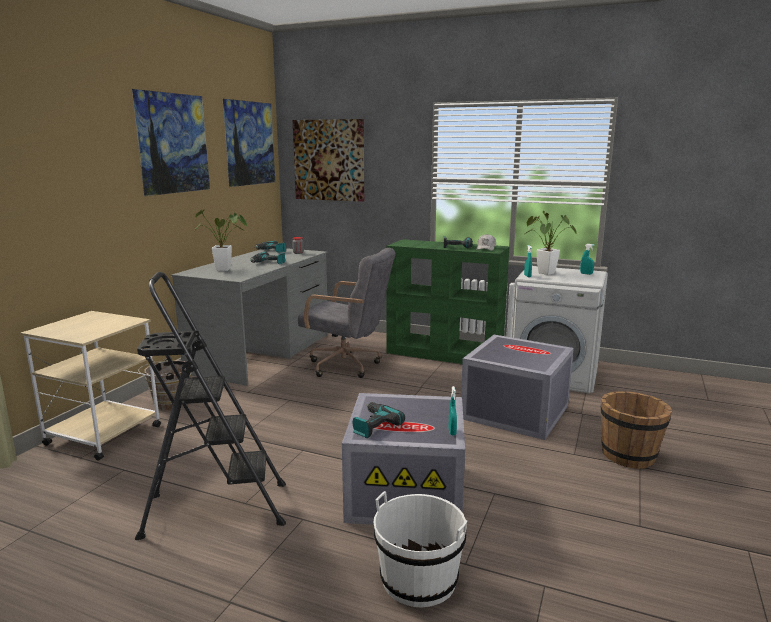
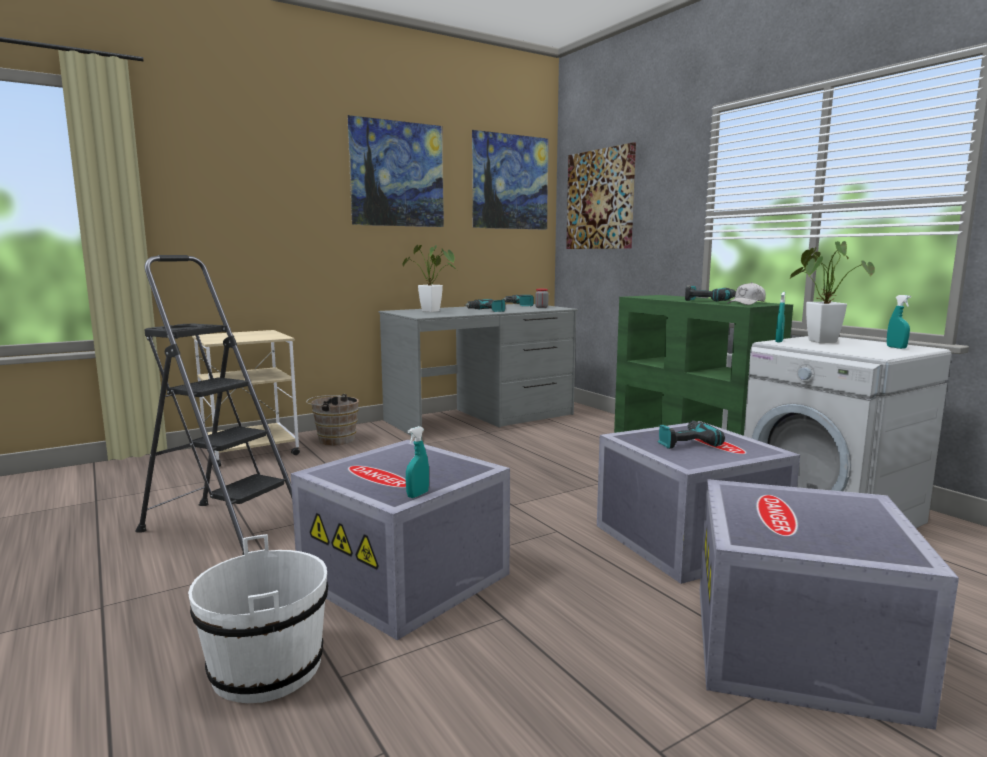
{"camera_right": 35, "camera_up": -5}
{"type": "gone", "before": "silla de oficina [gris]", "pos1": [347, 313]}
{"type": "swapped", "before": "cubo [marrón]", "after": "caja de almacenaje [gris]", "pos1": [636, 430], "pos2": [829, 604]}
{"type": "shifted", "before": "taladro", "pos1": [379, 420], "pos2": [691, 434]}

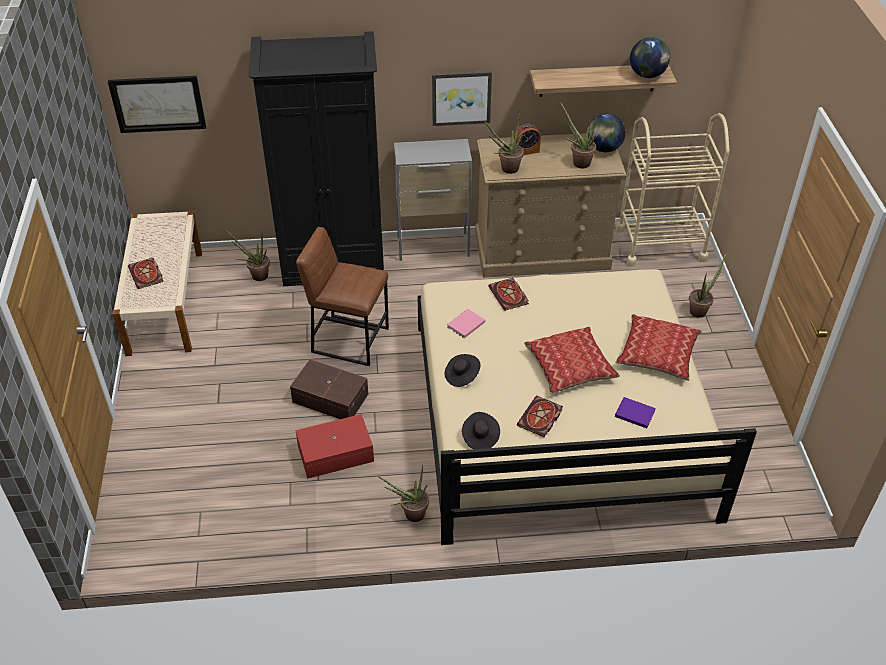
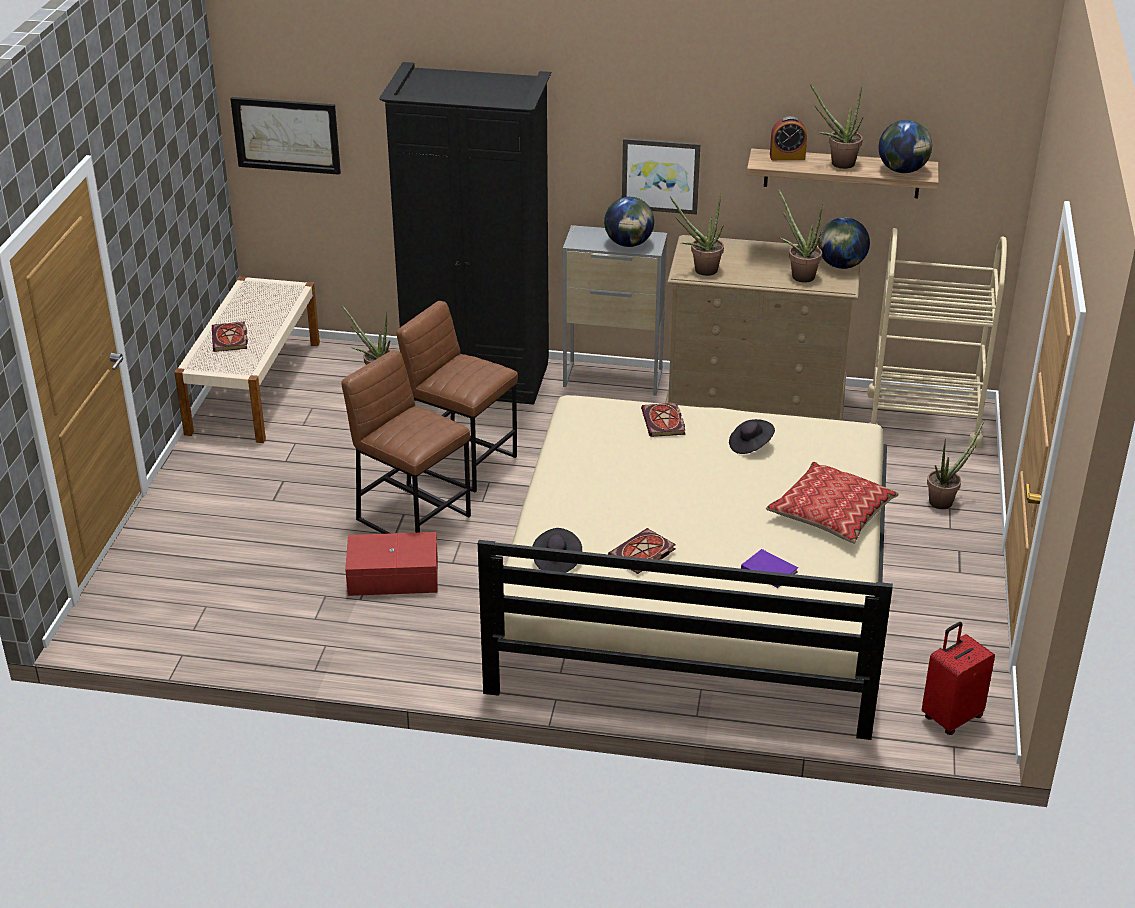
{"camera_right": 15, "camera_up": -10}
{"type": "shifted", "before": "despertador", "pos1": [527, 139], "pos2": [788, 138]}
{"type": "gone", "before": "libro [rosa]", "pos1": [466, 323]}
{"type": "gone", "before": "cojín", "pos1": [572, 360]}
{"type": "shifted", "before": "sombrero [negro]", "pos1": [462, 370], "pos2": [752, 436]}
{"type": "swapped", "before": "caja de almacenaje [marrón]", "after": "silla [marrón]", "pos1": [329, 389], "pos2": [406, 442]}
{"type": "shifted", "before": "planta en maceta", "pos1": [403, 493], "pos2": [837, 126]}
{"type": "new", "after": "globo terráqueo", "pos2": [629, 222]}
{"type": "new", "after": "maleta [rojo]", "pos2": [958, 678]}

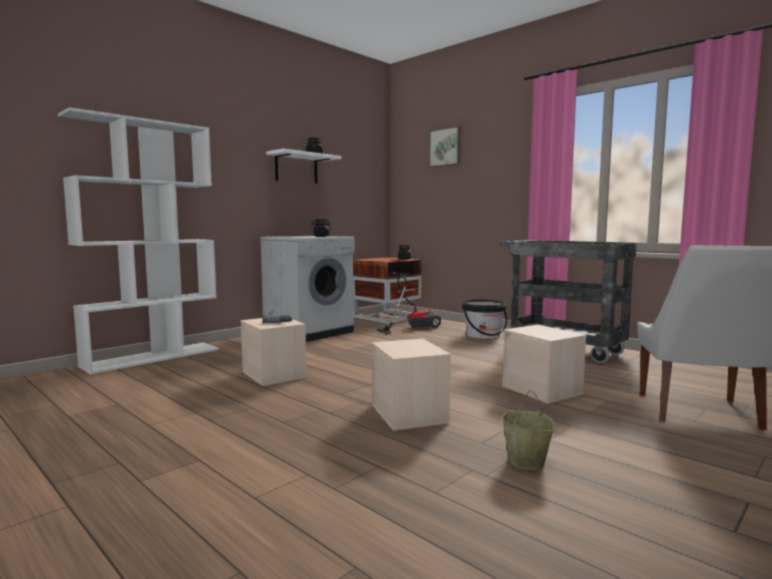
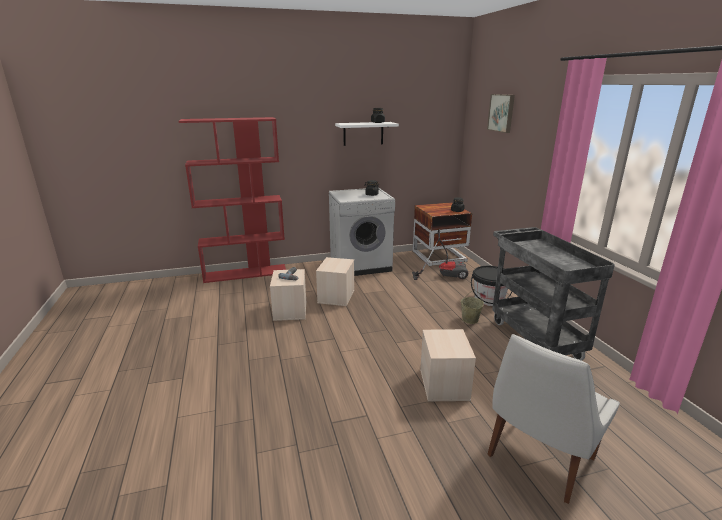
{"camera_right": 30, "camera_up": 15}
{"type": "repainted", "before": "estantería [blanco]", "after": "estantería [rojo]", "pos1": [138, 240], "pos2": [232, 200]}
{"type": "shifted", "before": "caja de almacenaje [beis]", "pos1": [411, 385], "pos2": [335, 281]}
{"type": "shifted", "before": "cubo [beis]", "pos1": [528, 430], "pos2": [472, 307]}

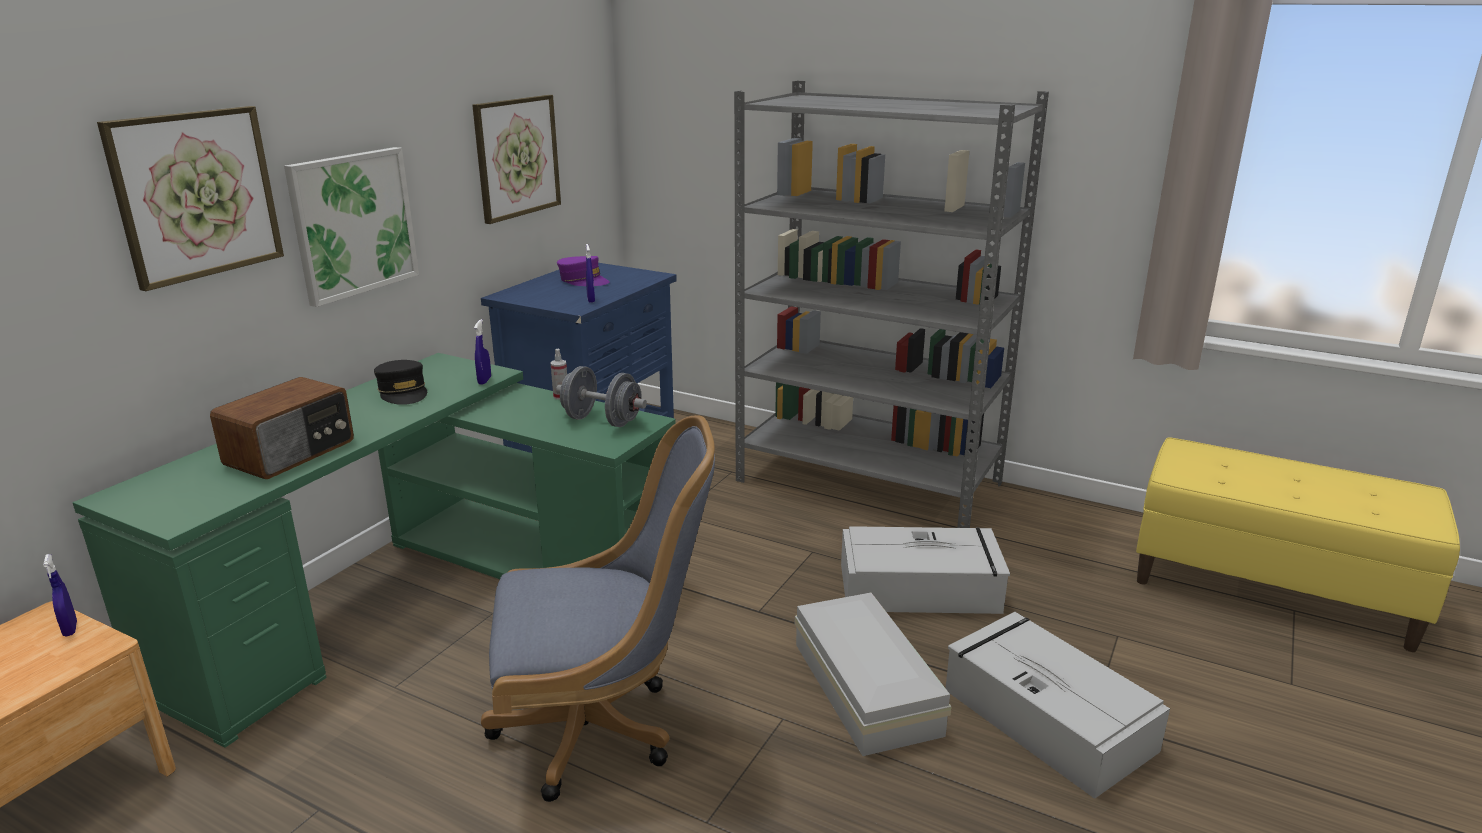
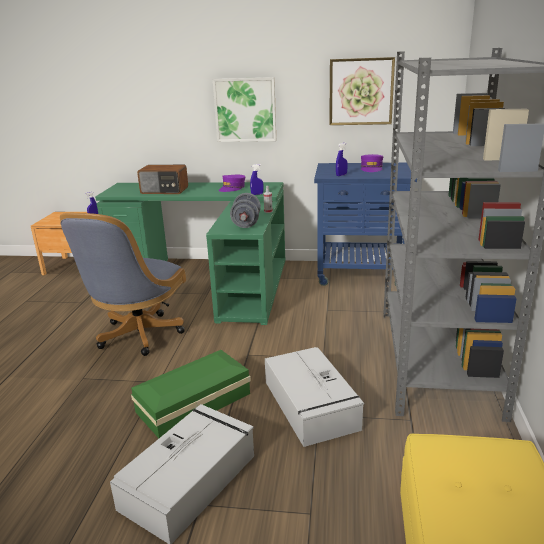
{"camera_right": 70, "camera_up": 0}
{"type": "gone", "before": "cuadro", "pos1": [190, 198]}
{"type": "repainted", "before": "gorra [negro]", "after": "gorra [morado]", "pos1": [400, 382], "pos2": [232, 183]}
{"type": "rotated", "before": "silla de oficina [azul]", "pos1": [598, 608], "pos2": [123, 284], "turn": 45}
{"type": "repainted", "before": "caja de almacenaje [blanco]", "after": "caja de almacenaje [verde]", "pos1": [873, 674], "pos2": [191, 394]}

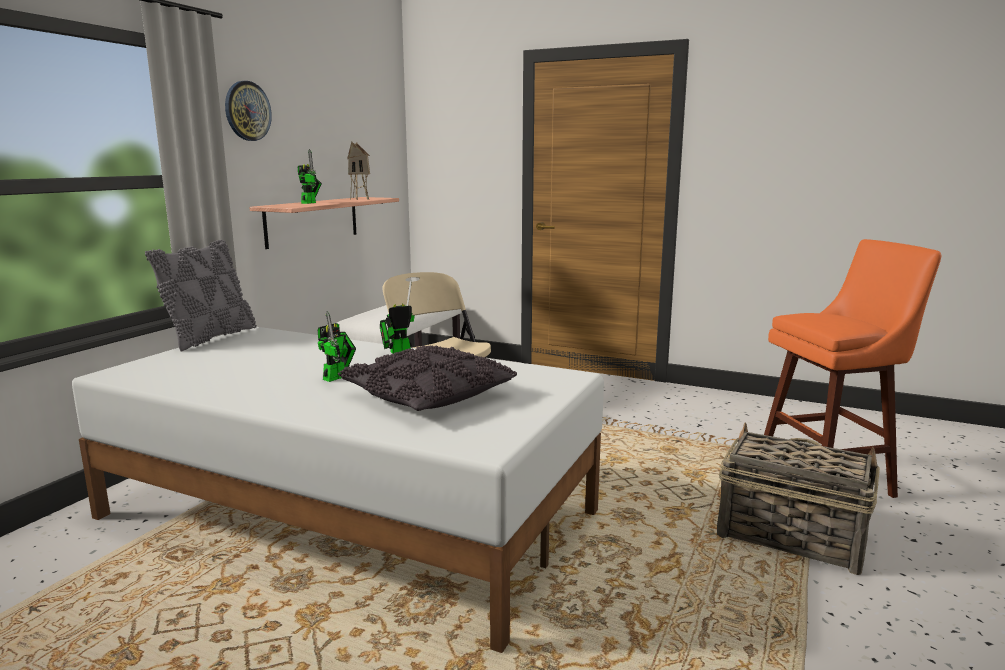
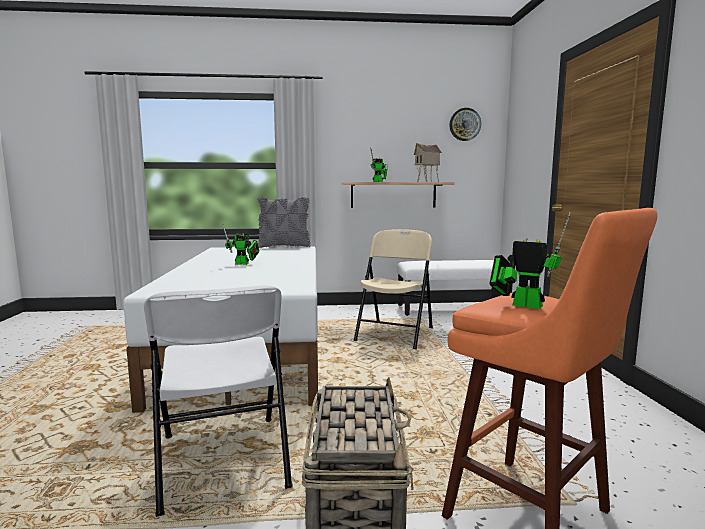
{"camera_right": 60, "camera_up": -5}
{"type": "shifted", "before": "reloj de pared", "pos1": [248, 111], "pos2": [465, 124]}
{"type": "shifted", "before": "robot de juguete", "pos1": [397, 317], "pos2": [530, 260]}
{"type": "gone", "before": "cojín [negro]", "pos1": [427, 378]}
{"type": "new", "after": "silla [blanco]", "pos2": [218, 401]}

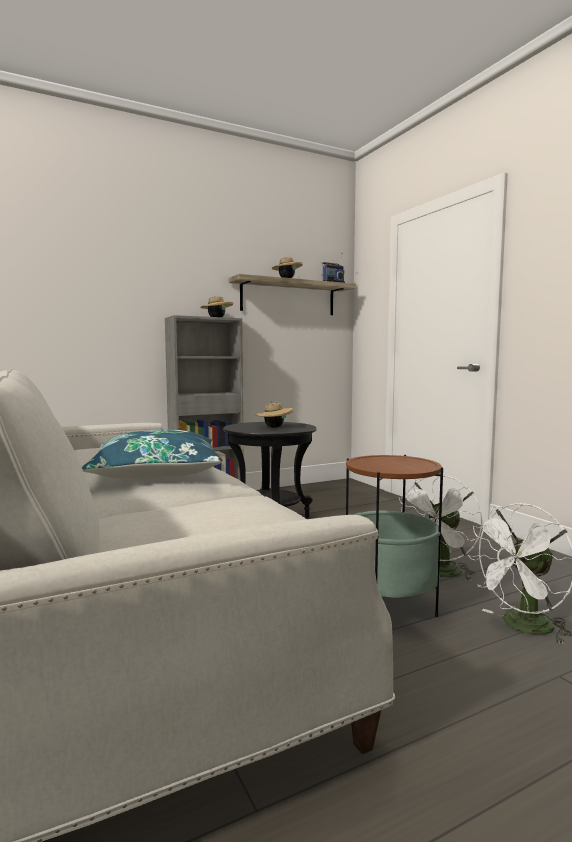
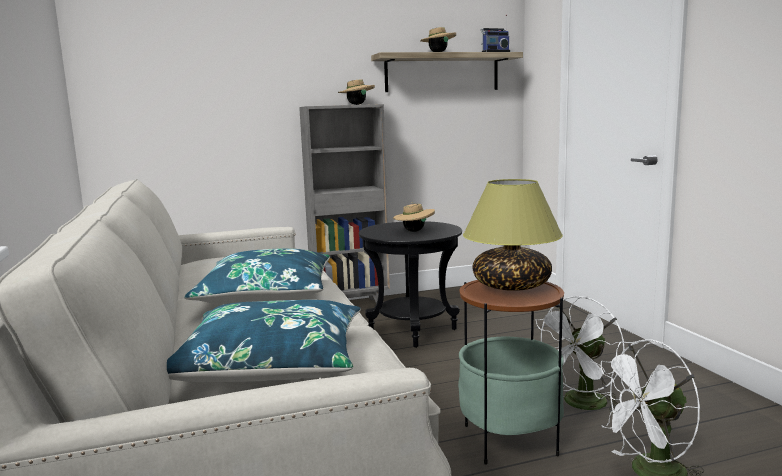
{"camera_right": 10, "camera_up": 5}
{"type": "new", "after": "lámpara de mesa", "pos2": [513, 235]}
{"type": "new", "after": "cojín [azul]", "pos2": [264, 341]}

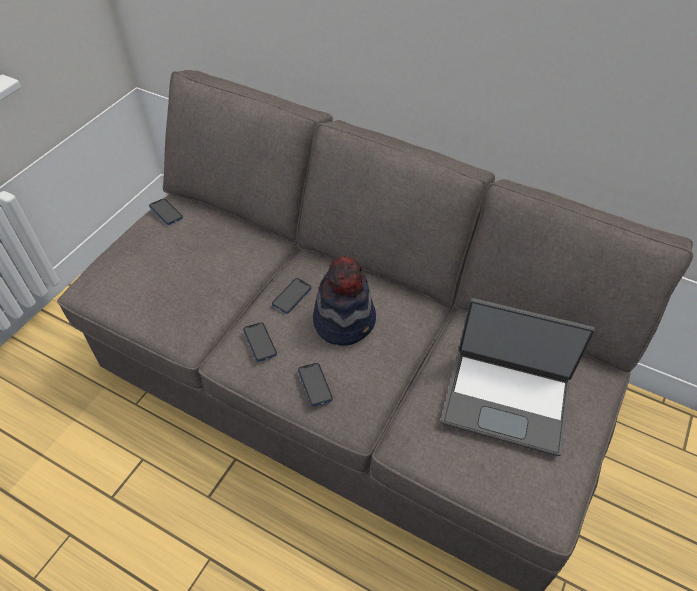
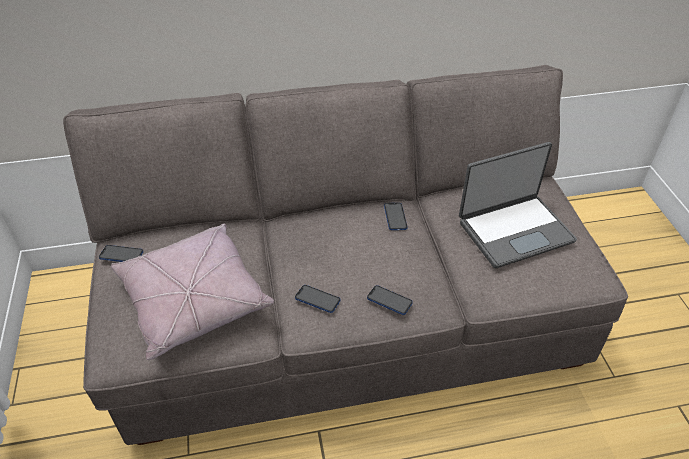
{"camera_right": -40, "camera_up": -5}
{"type": "gone", "before": "sombrero", "pos1": [344, 301]}
{"type": "shifted", "before": "móvil", "pos1": [291, 296], "pos2": [396, 216]}
{"type": "new", "after": "cojín [morado]", "pos2": [192, 292]}

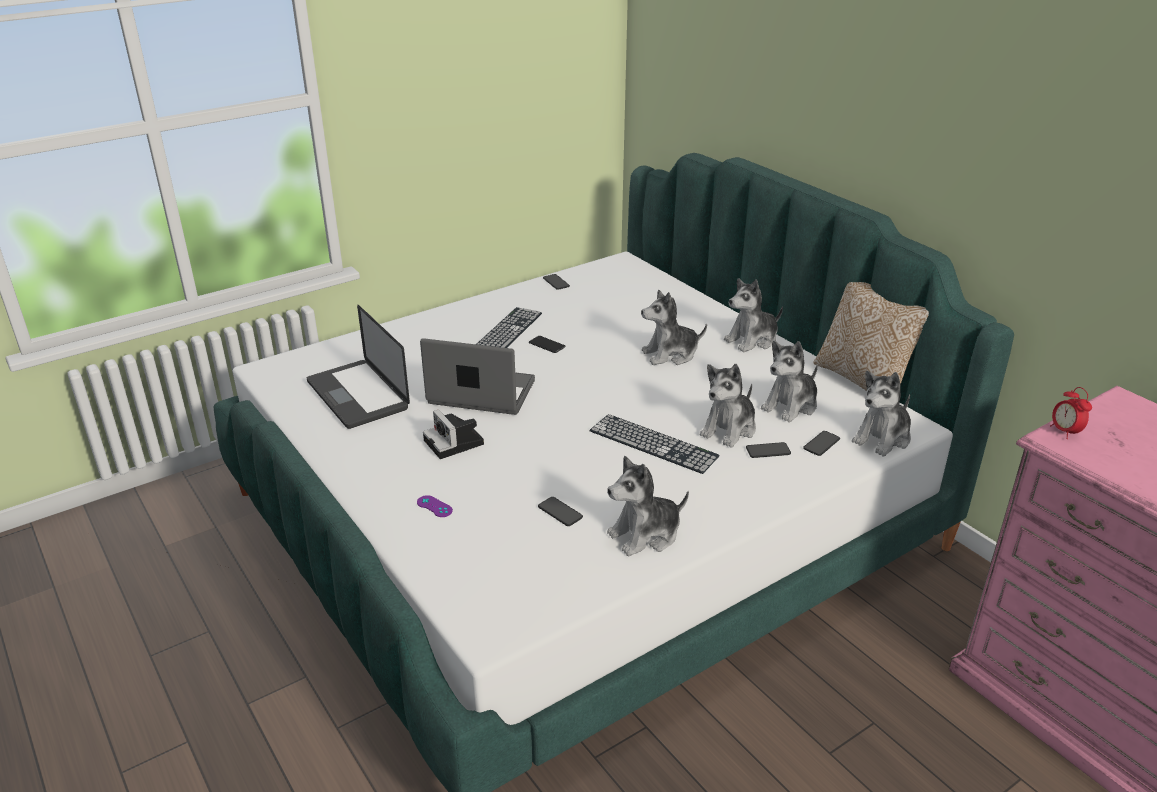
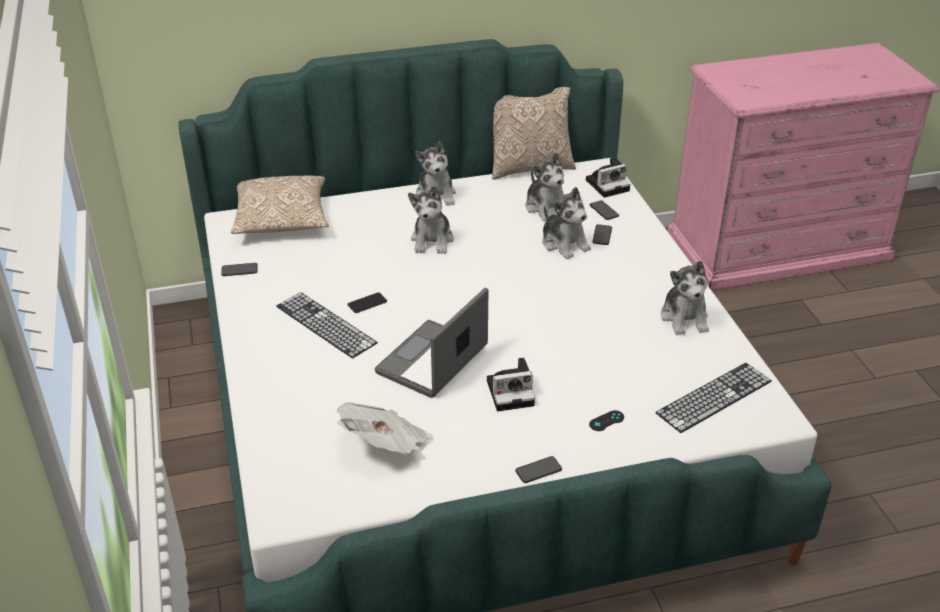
{"camera_right": -70, "camera_up": 5}
{"type": "swapped", "before": "portátil", "after": "periódico", "pos1": [358, 367], "pos2": [385, 428]}
{"type": "swapped", "before": "peluche", "after": "cámara", "pos1": [881, 414], "pos2": [608, 177]}
{"type": "gone", "before": "despertador", "pos1": [1071, 413]}
{"type": "shifted", "before": "teclado", "pos1": [654, 444], "pos2": [713, 398]}
{"type": "repainted", "before": "mando de consola [morado]", "after": "mando de consola [negro]", "pos1": [435, 506], "pos2": [606, 420]}
{"type": "shifted", "before": "móvil", "pos1": [560, 511], "pos2": [538, 469]}
{"type": "new", "after": "cojín", "pos2": [280, 204]}

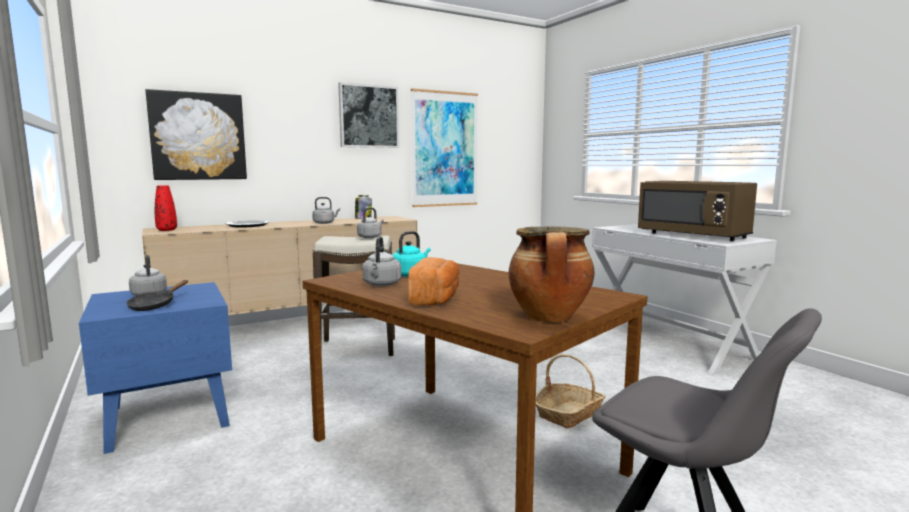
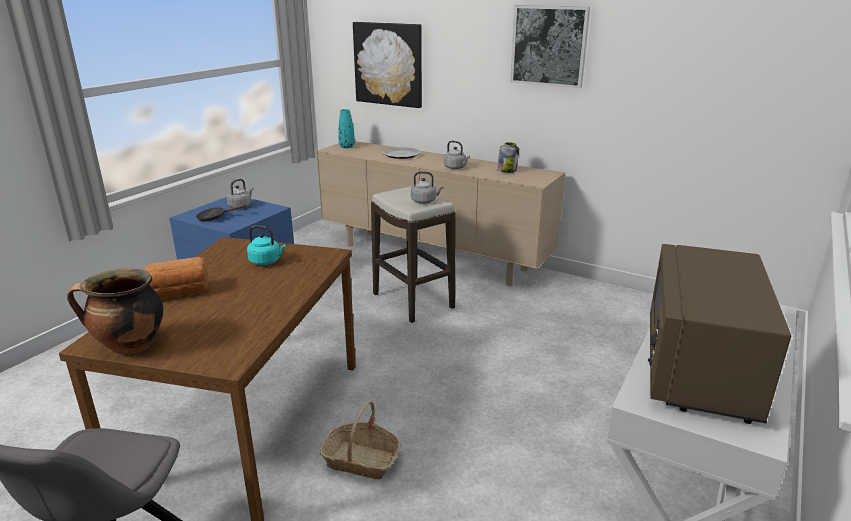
{"camera_right": 60, "camera_up": 15}
{"type": "gone", "before": "cuadro", "pos1": [444, 147]}
{"type": "repainted", "before": "florero [rojo]", "after": "florero [turquesa]", "pos1": [166, 208], "pos2": [346, 128]}
{"type": "gone", "before": "hervidor [gris]", "pos1": [382, 261]}

